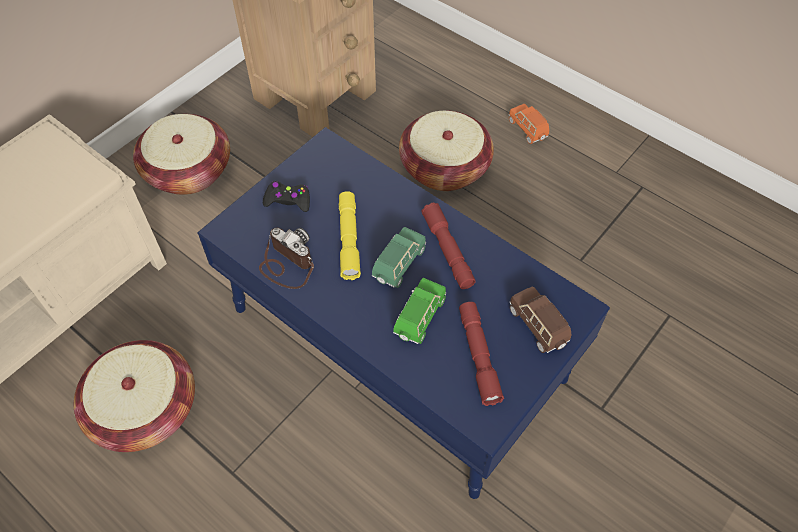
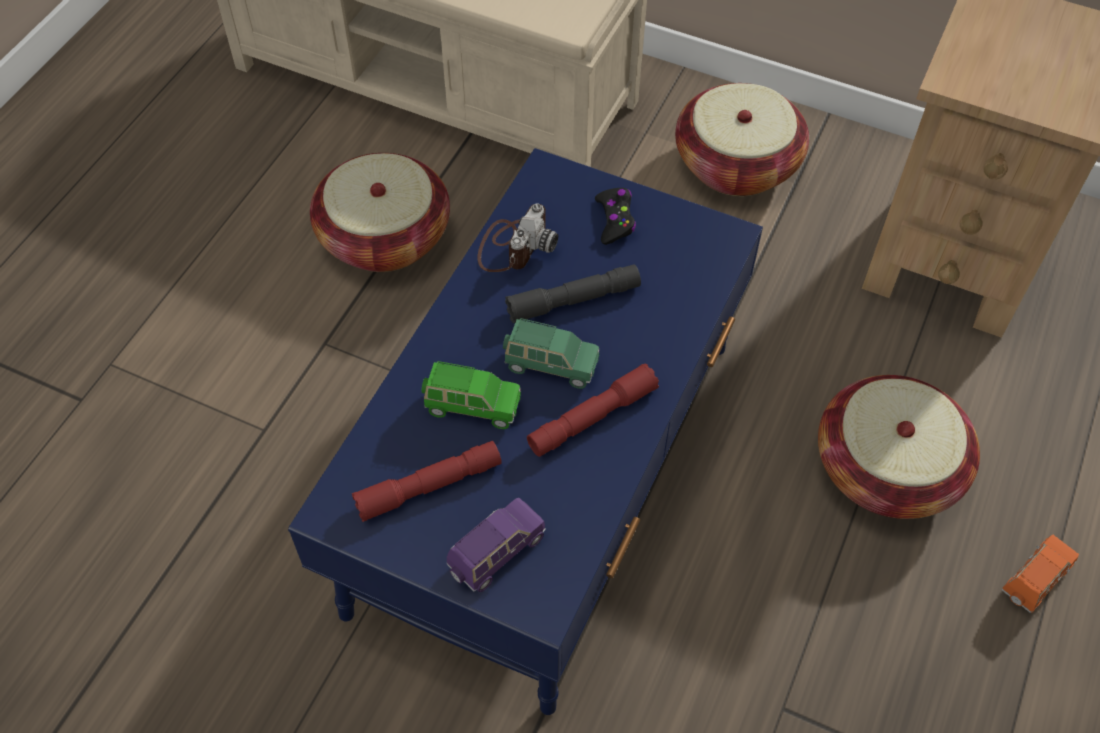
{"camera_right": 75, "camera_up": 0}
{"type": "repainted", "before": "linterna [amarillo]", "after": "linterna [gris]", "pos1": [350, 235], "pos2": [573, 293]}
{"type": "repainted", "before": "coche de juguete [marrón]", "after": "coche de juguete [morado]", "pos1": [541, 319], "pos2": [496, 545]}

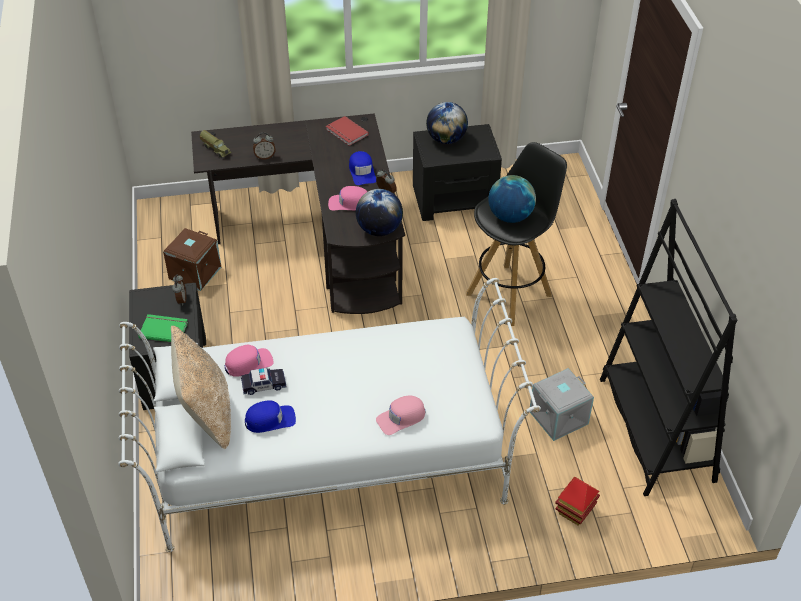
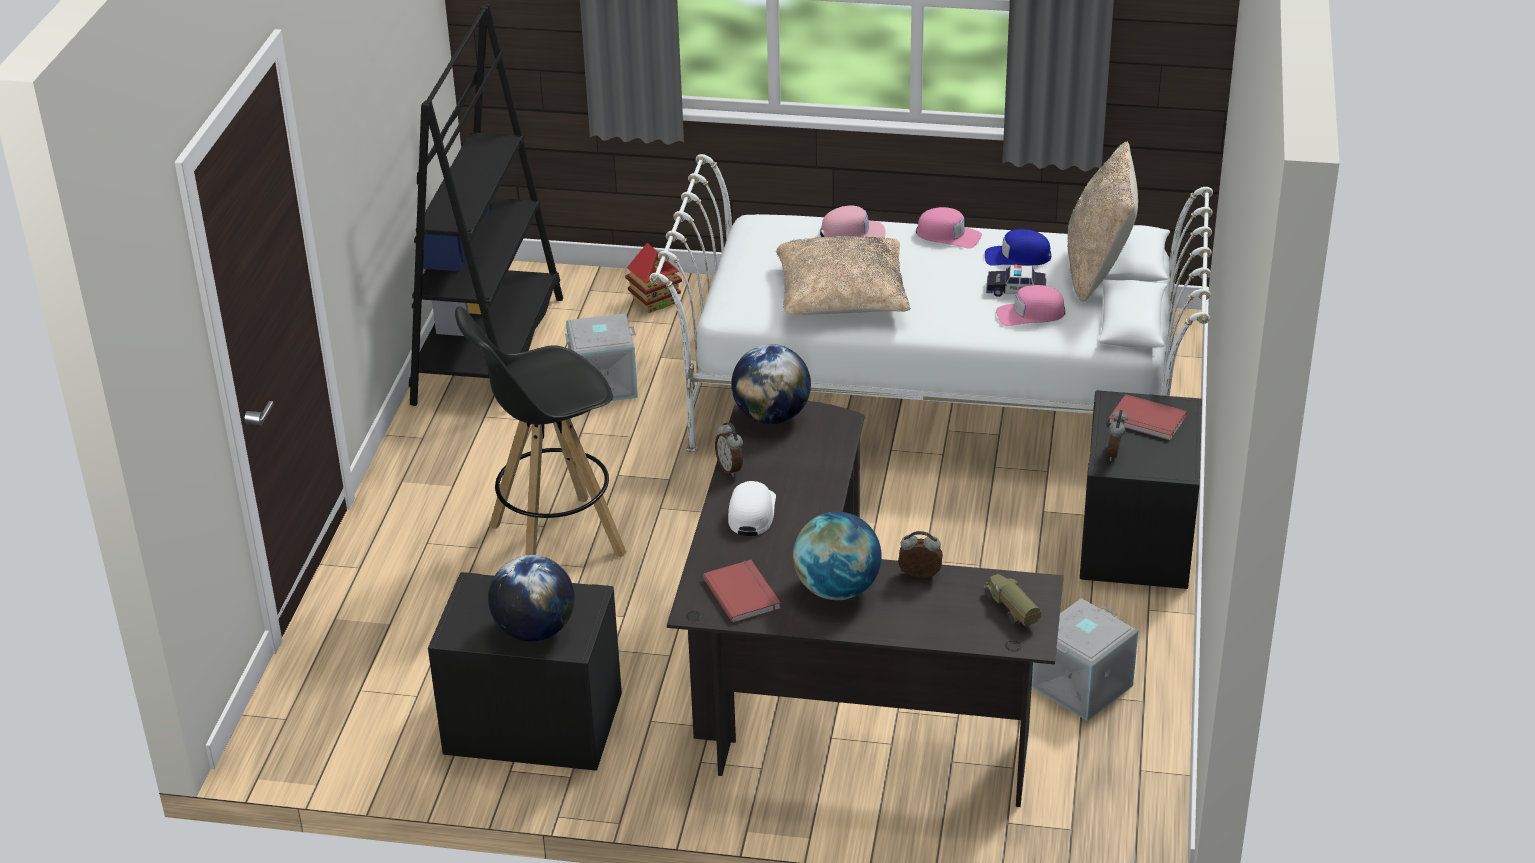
{"camera_right": -160, "camera_up": -10}
{"type": "repainted", "before": "gorra [azul]", "after": "gorra [blanco]", "pos1": [362, 168], "pos2": [752, 508]}
{"type": "shifted", "before": "globo terráqueo", "pos1": [512, 199], "pos2": [837, 556]}
{"type": "shifted", "before": "gorra [rosa]", "pos1": [348, 198], "pos2": [949, 228]}
{"type": "repainted", "before": "caja de almacenaje [marrón]", "after": "caja de almacenaje [gris]", "pos1": [192, 259], "pos2": [1085, 659]}
{"type": "repainted", "before": "libro [verde]", "after": "libro [rojo]", "pos1": [163, 328], "pos2": [1148, 417]}
{"type": "new", "after": "cojín [beis]", "pos2": [843, 275]}

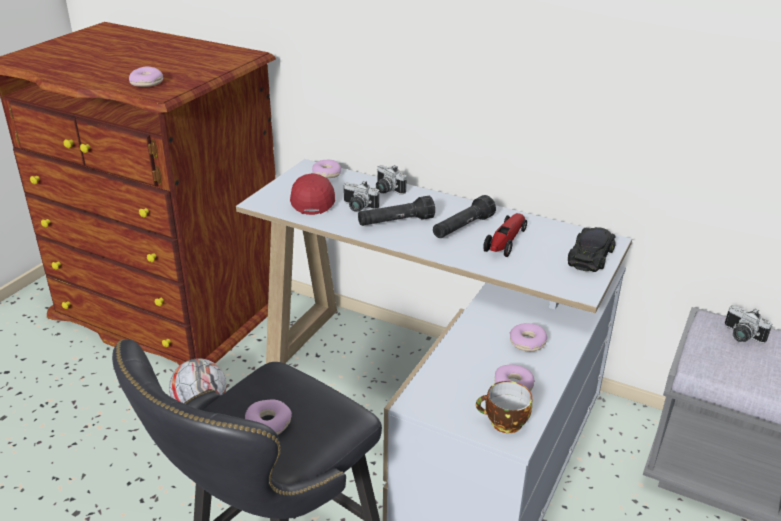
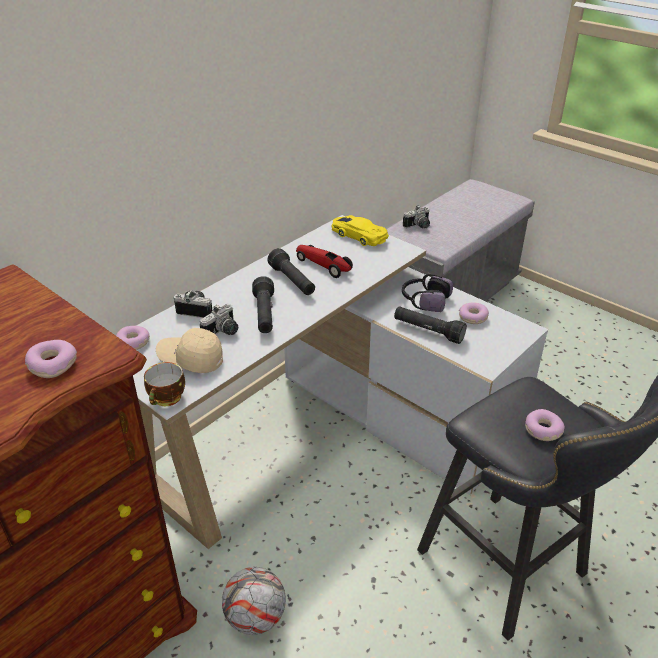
{"camera_right": -75, "camera_up": 5}
{"type": "rotated", "before": "cámara", "pos1": [391, 180], "pos2": [193, 304], "turn": -135}
{"type": "repainted", "before": "gorra [rojo]", "after": "gorra [beis]", "pos1": [312, 194], "pos2": [189, 350]}
{"type": "repainted", "before": "coche de juguete [negro]", "after": "coche de juguete [amarillo]", "pos1": [592, 249], "pos2": [360, 230]}
{"type": "swapped", "before": "rosquilla", "after": "auriculares", "pos1": [528, 337], "pos2": [427, 293]}
{"type": "shifted", "before": "taza", "pos1": [504, 407], "pos2": [164, 384]}
{"type": "new", "after": "linterna [negro]", "pos2": [430, 325]}

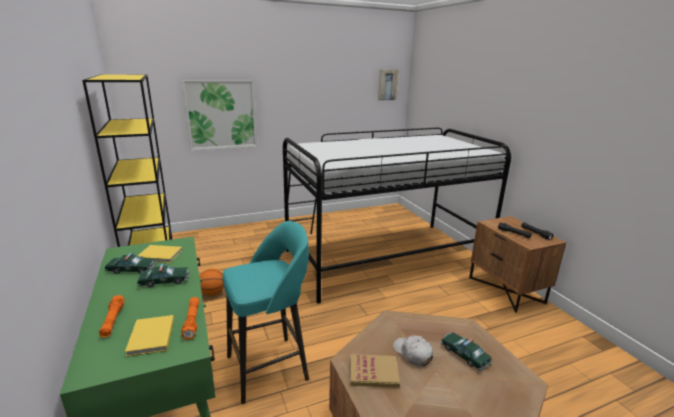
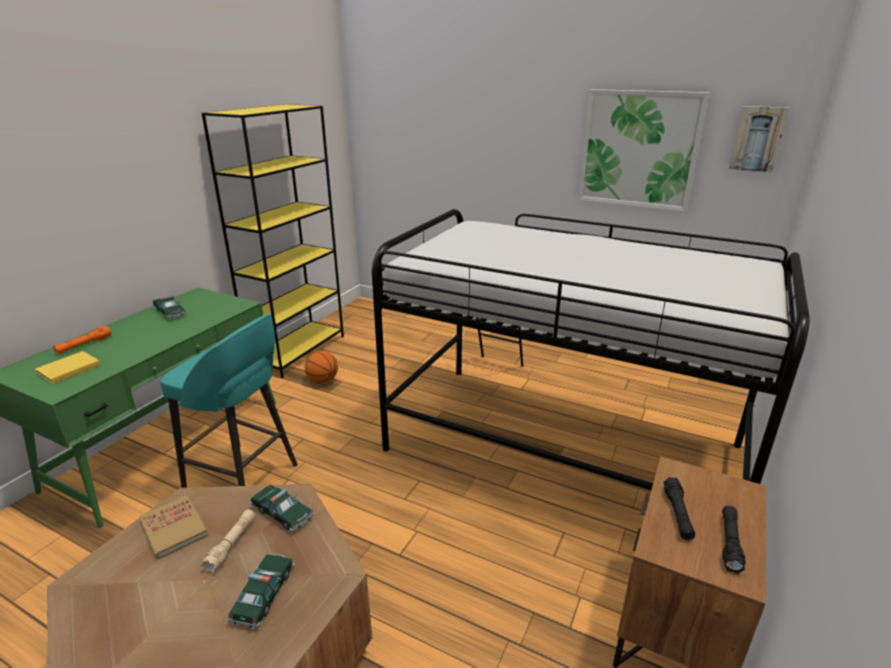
{"camera_right": 50, "camera_up": 5}
{"type": "shifted", "before": "cuadro", "pos1": [220, 115], "pos2": [643, 150]}
{"type": "gone", "before": "libro [amarillo]", "pos1": [160, 254]}
{"type": "shifted", "before": "coche de juguete", "pos1": [163, 275], "pos2": [282, 508]}
{"type": "gone", "before": "linterna [naranja]", "pos1": [190, 318]}
{"type": "swapped", "before": "gorra [blanco]", "after": "linterna [beis]", "pos1": [413, 351], "pos2": [228, 541]}

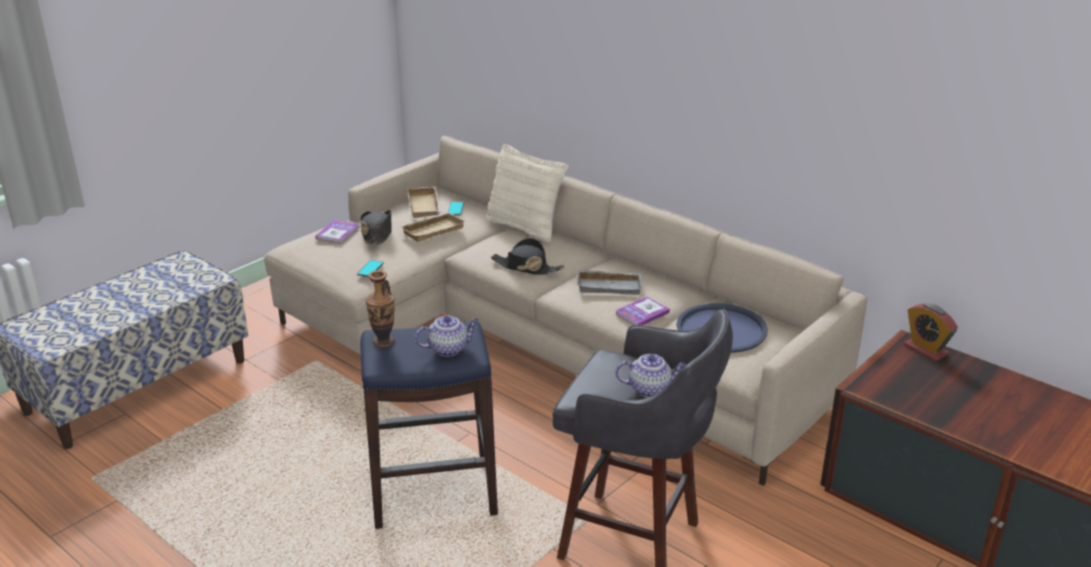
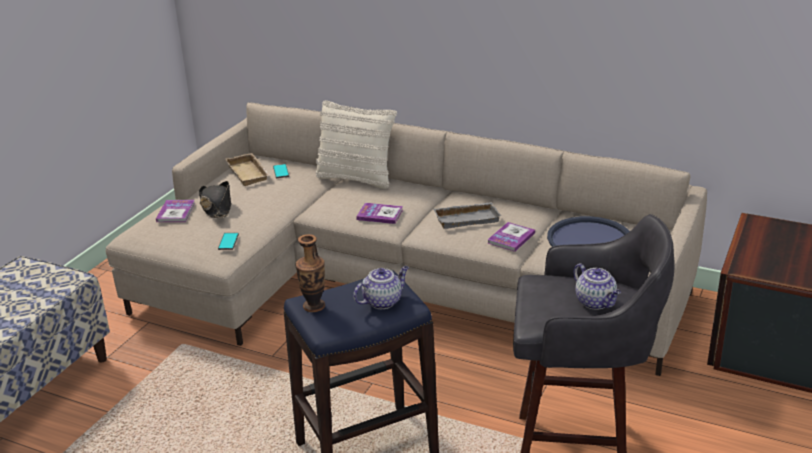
{"camera_right": -15, "camera_up": 0}
{"type": "gone", "before": "bandeja [beis]", "pos1": [432, 227]}
{"type": "swapped", "before": "sombrero [negro]", "after": "libro", "pos1": [527, 256], "pos2": [379, 213]}
{"type": "gone", "before": "despertador", "pos1": [931, 332]}
{"type": "rotated", "before": "tetera", "pos1": [650, 375], "pos2": [597, 286], "turn": 75}

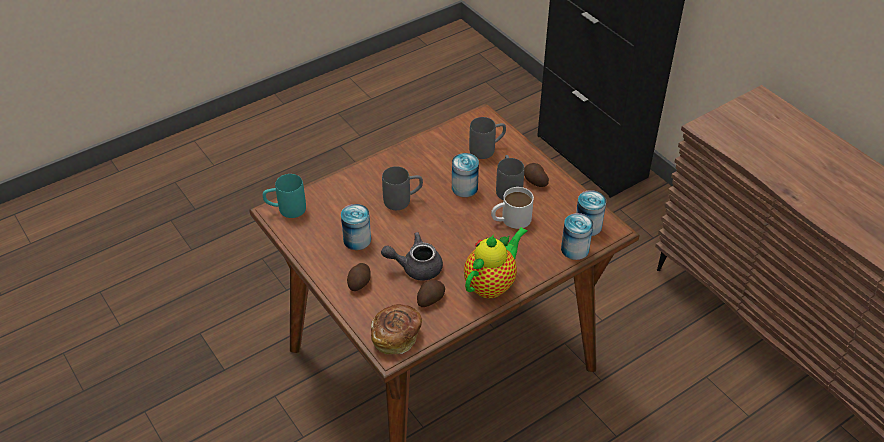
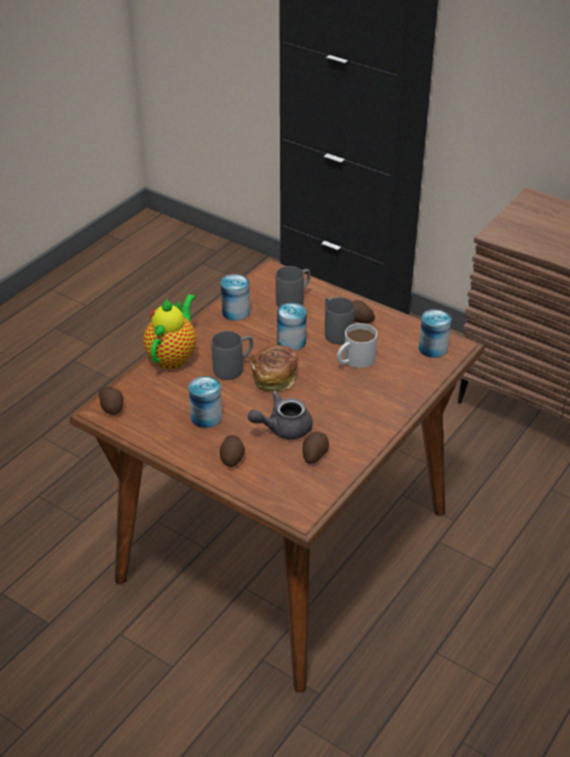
{"camera_right": -20, "camera_up": -5}
{"type": "swapped", "before": "taza grande [turquesa]", "after": "patata", "pos1": [284, 196], "pos2": [111, 400]}
{"type": "shifted", "before": "lata", "pos1": [577, 236], "pos2": [235, 297]}
{"type": "shifted", "before": "tetera", "pos1": [496, 263], "pos2": [170, 331]}
{"type": "shifted", "before": "pan", "pos1": [396, 329], "pos2": [274, 368]}

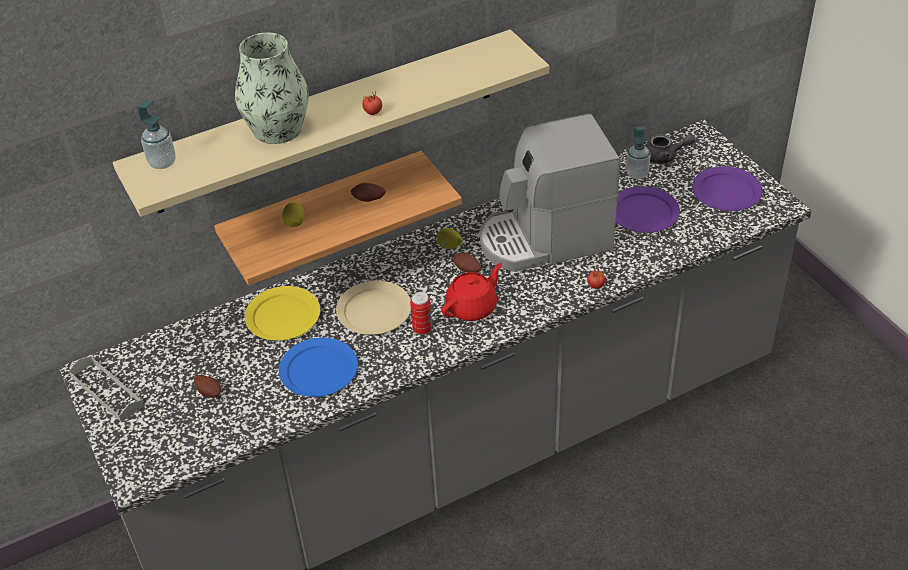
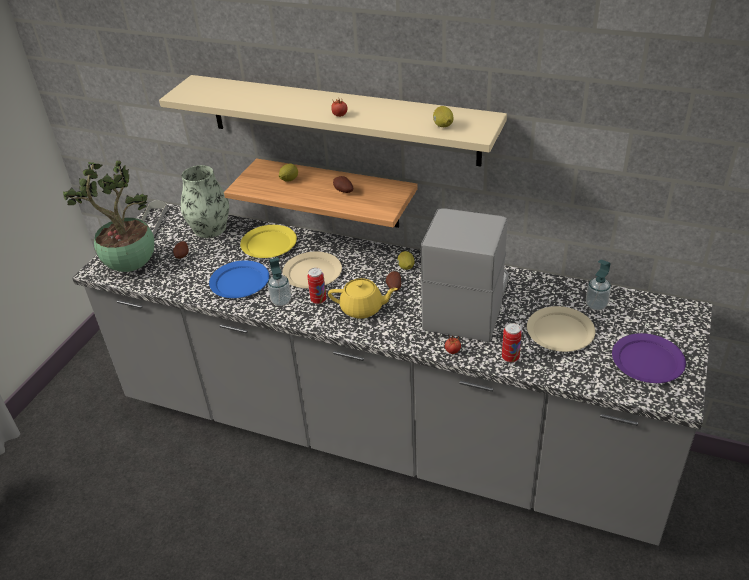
{"camera_right": 50, "camera_up": -5}
{"type": "shifted", "before": "florero", "pos1": [272, 88], "pos2": [205, 201]}
{"type": "shifted", "before": "dispensador de jabón", "pos1": [156, 134], "pos2": [279, 281]}
{"type": "rotated", "before": "cafetera", "pos1": [550, 193], "pos2": [464, 275], "turn": 75}
{"type": "gone", "before": "tetera [gris]", "pos1": [670, 149]}
{"type": "repainted", "before": "plato [morado]", "after": "plato [beis]", "pos1": [648, 209], "pos2": [561, 329]}
{"type": "repainted", "before": "tetera [rojo]", "after": "tetera [amarillo]", "pos1": [472, 292], "pos2": [362, 298]}
{"type": "new", "after": "limón", "pos2": [443, 116]}
{"type": "new", "after": "planta en maceta", "pos2": [108, 216]}
{"type": "new", "after": "lata", "pos2": [512, 343]}

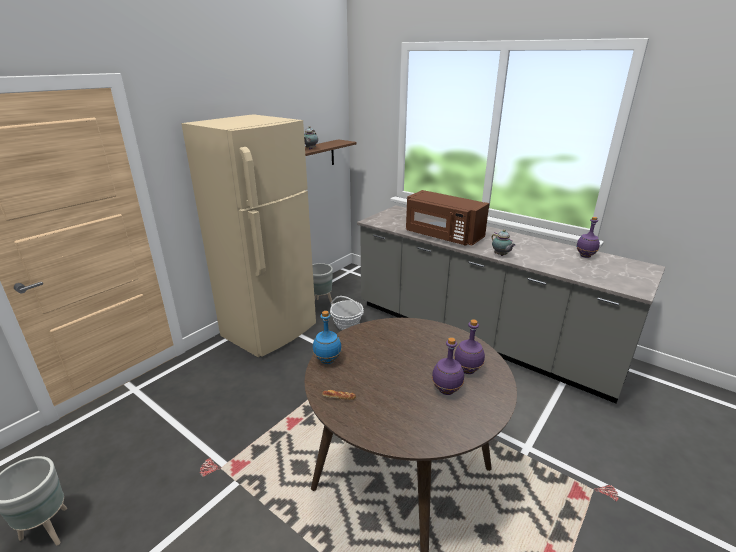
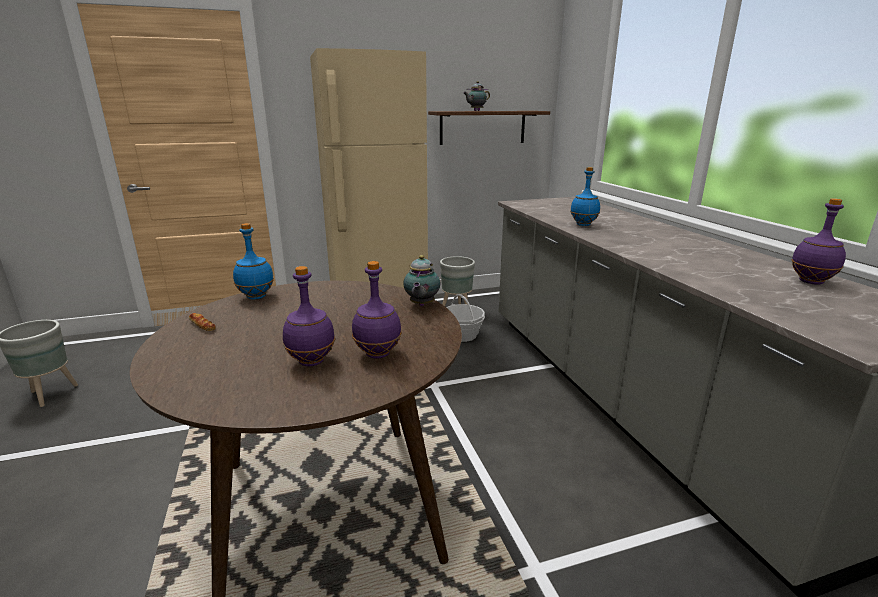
{"camera_right": 35, "camera_up": -5}
{"type": "swapped", "before": "microondas [marrón]", "after": "botella [azul]", "pos1": [447, 217], "pos2": [585, 196]}
{"type": "shifted", "before": "tetera", "pos1": [504, 243], "pos2": [421, 280]}

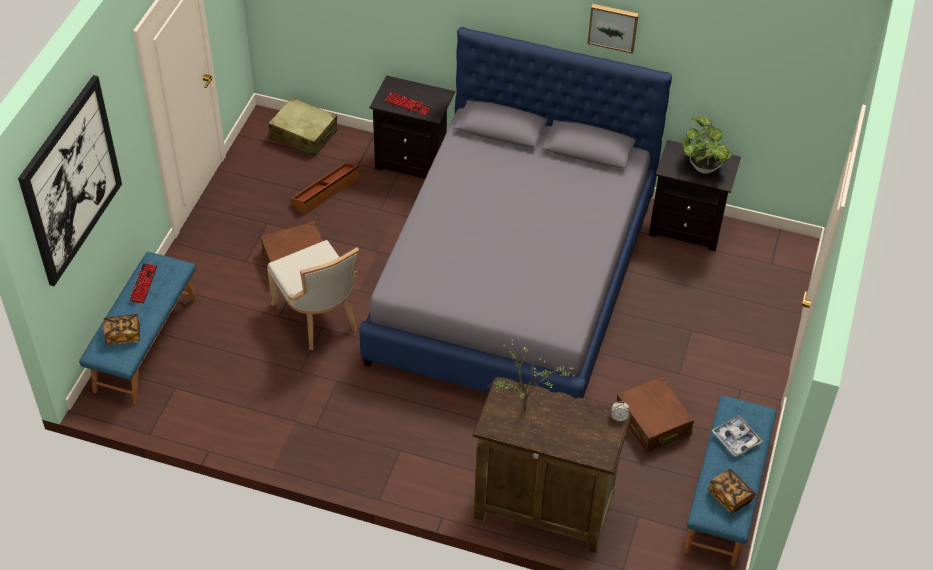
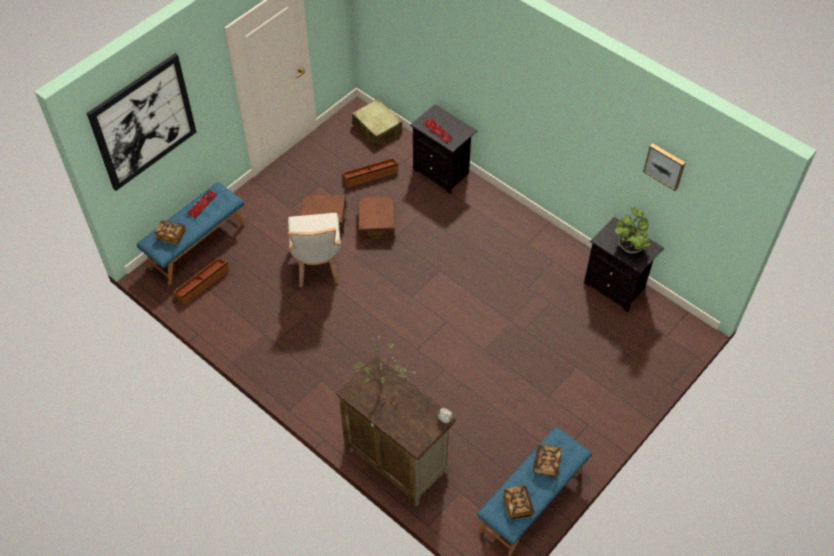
{"camera_right": 25, "camera_up": 5}
{"type": "shifted", "before": "cuadro", "pos1": [613, 29], "pos2": [664, 167]}
{"type": "gone", "before": "cama [gris]", "pos1": [515, 212]}
{"type": "shifted", "before": "maleta [marrón]", "pos1": [655, 414], "pos2": [376, 218]}
{"type": "swapped", "before": "bandeja", "after": "libro", "pos1": [737, 436], "pos2": [547, 460]}
{"type": "new", "after": "caja de almacenaje [marrón]", "pos2": [201, 281]}

